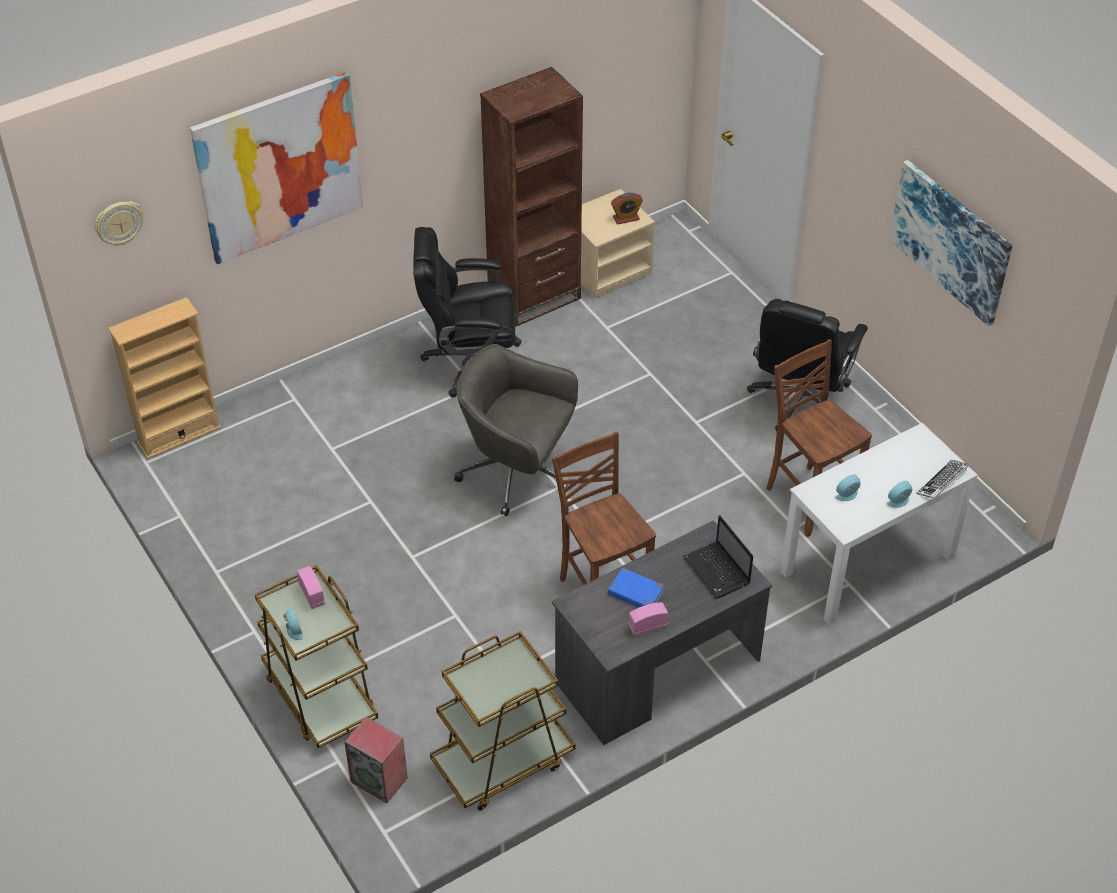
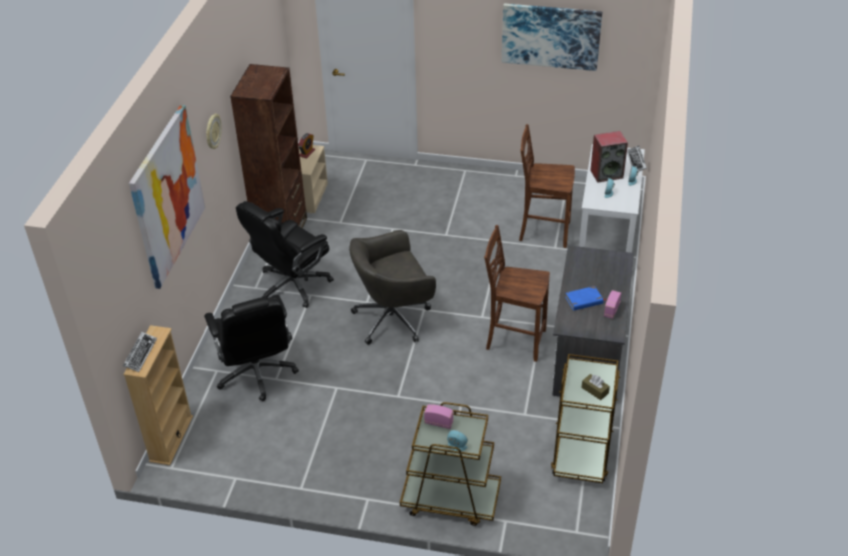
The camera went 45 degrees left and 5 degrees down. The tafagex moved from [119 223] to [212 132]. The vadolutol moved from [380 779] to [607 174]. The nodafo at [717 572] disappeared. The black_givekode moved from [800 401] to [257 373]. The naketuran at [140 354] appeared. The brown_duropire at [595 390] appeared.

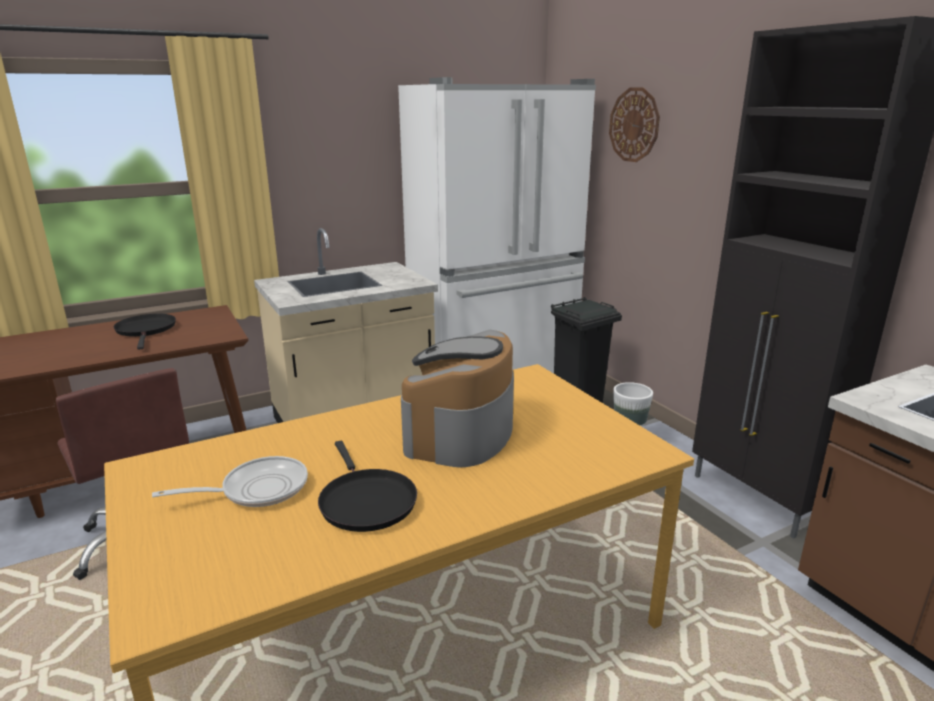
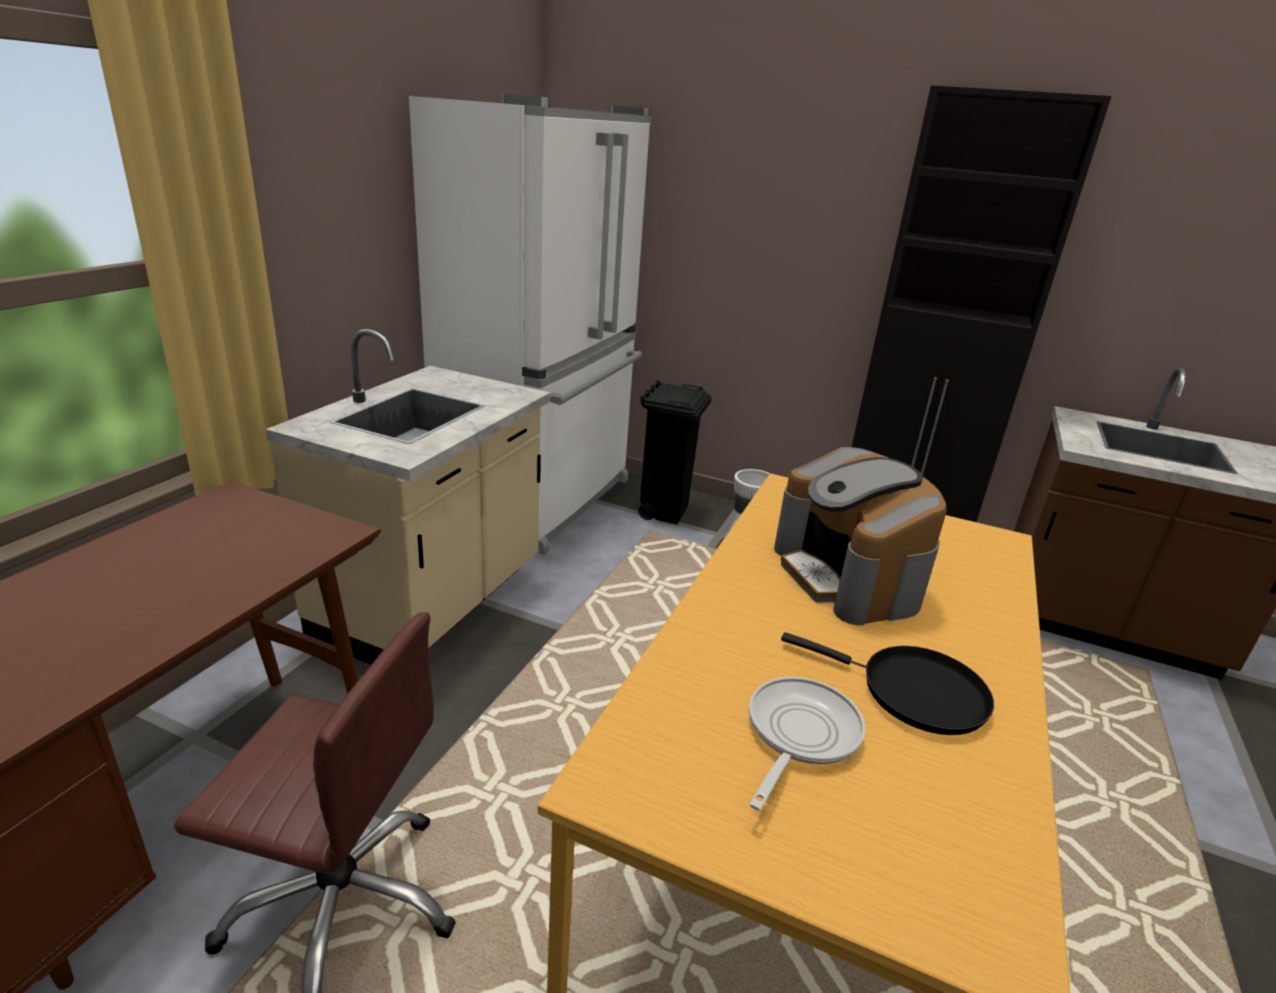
The camera went 40 degrees left and 5 degrees up. The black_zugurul at [146 330] disappeared. The tafagex at [634 125] disappeared.

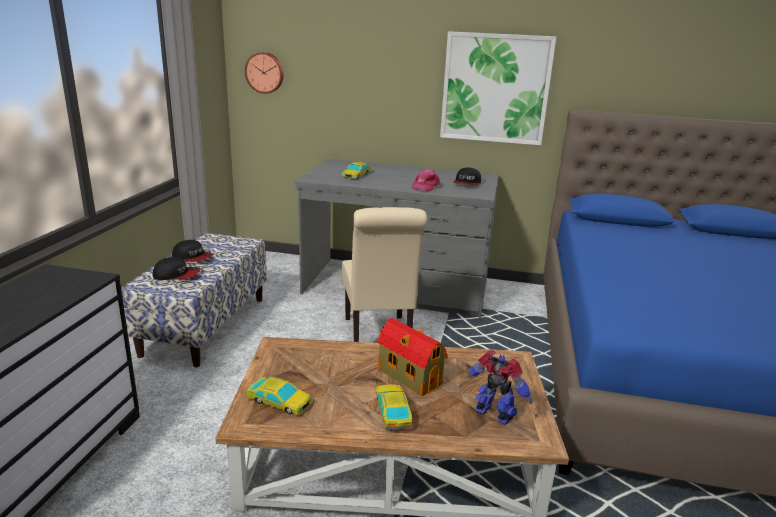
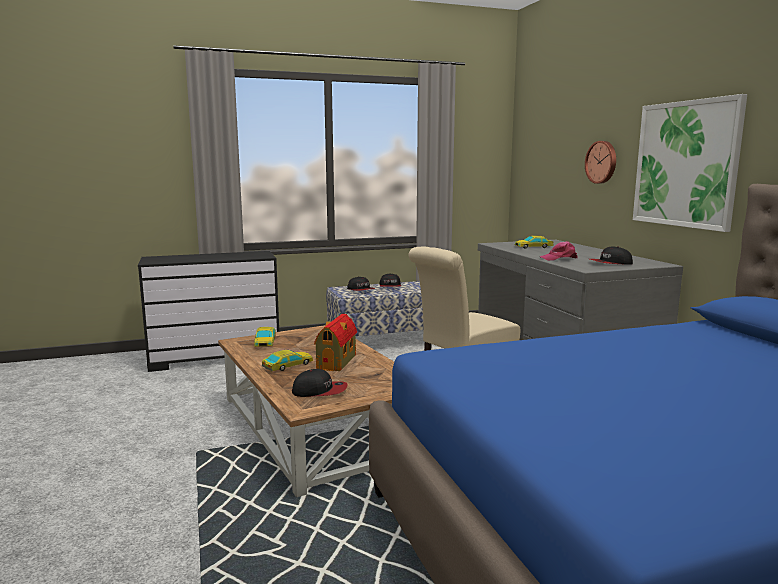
The camera went 60 degrees right and 10 degrees down. The tafagex moved from [265 72] to [602 162]. The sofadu at [494 414] was replaced by the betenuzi at [320 391].

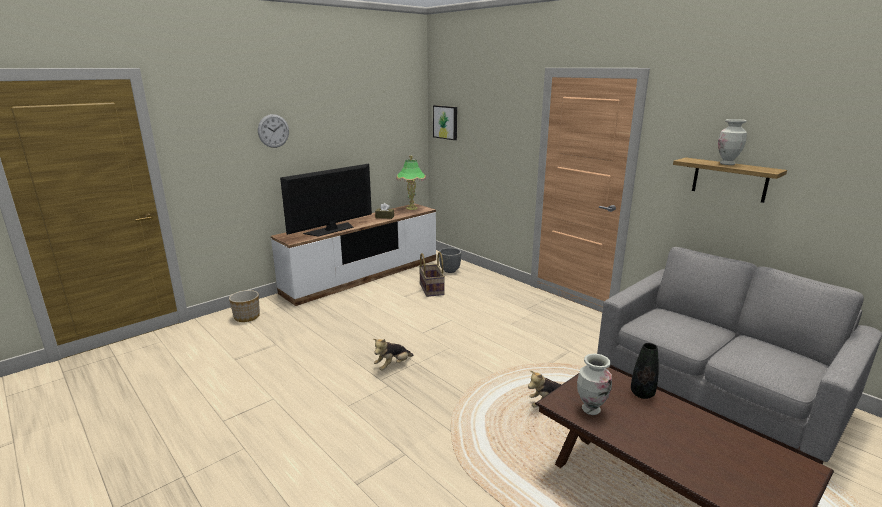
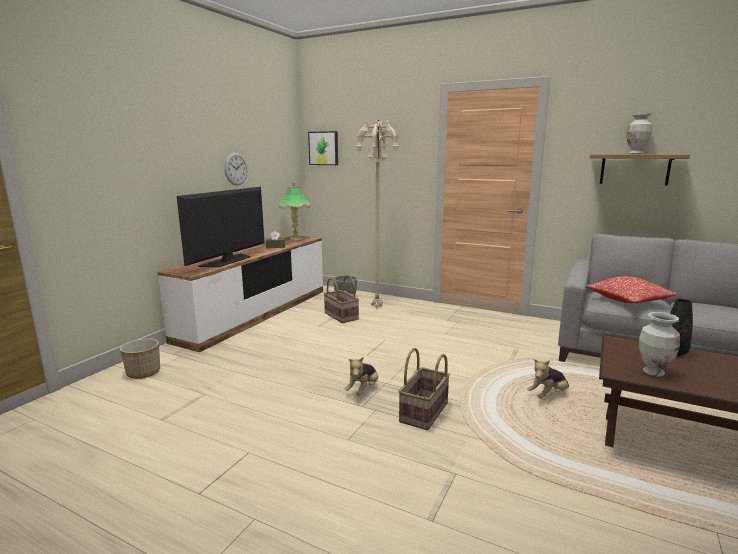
The camera went 20 degrees left and 5 degrees down. The tafagex moved from [273 131] to [236 169]. The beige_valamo at [378 307] appeared. The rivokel at [425 412] appeared. The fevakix at [628 300] appeared.

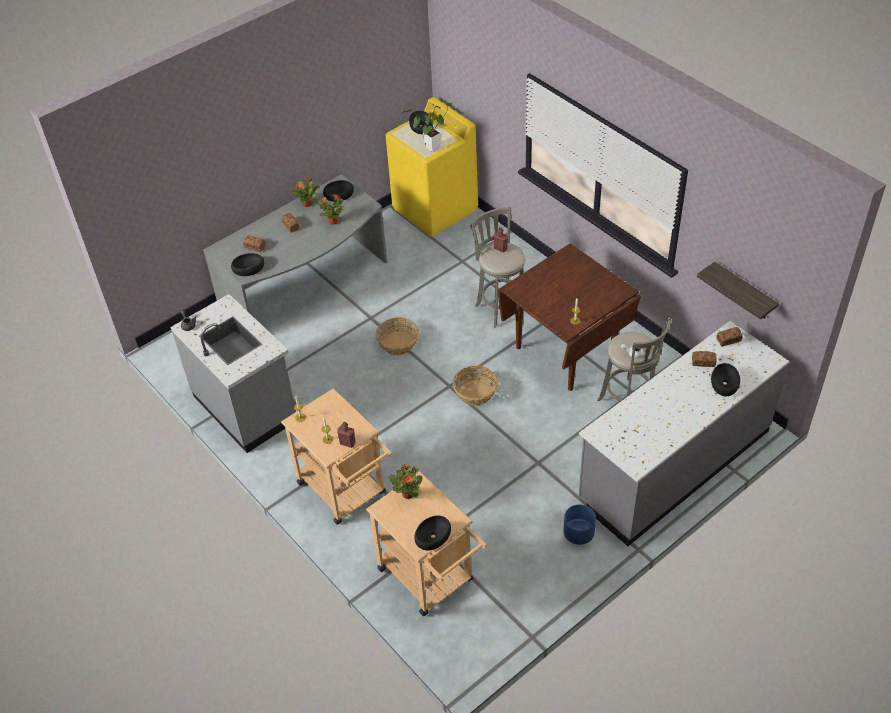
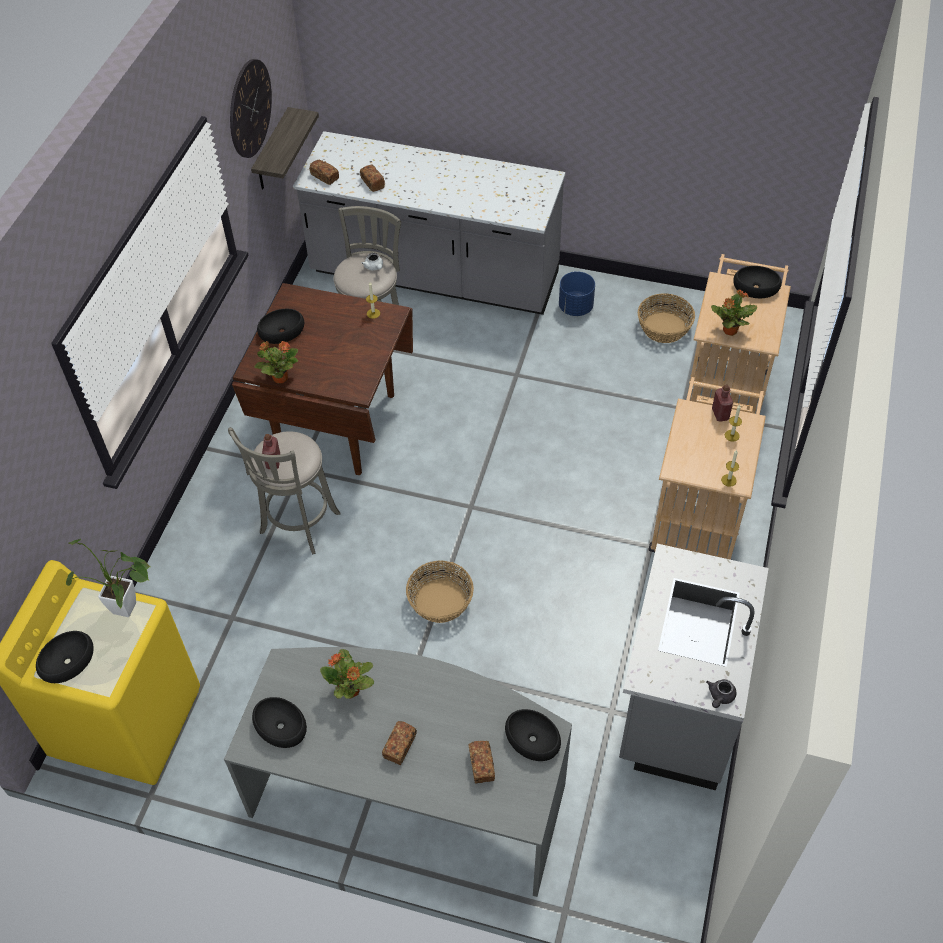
The camera went 125 degrees left and 5 degrees up. The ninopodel moved from [307 204] to [279 378]. The rivokel moved from [475 392] to [663 328]. The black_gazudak moved from [725 383] to [282 331]. The tafagex at [250 108] appeared.

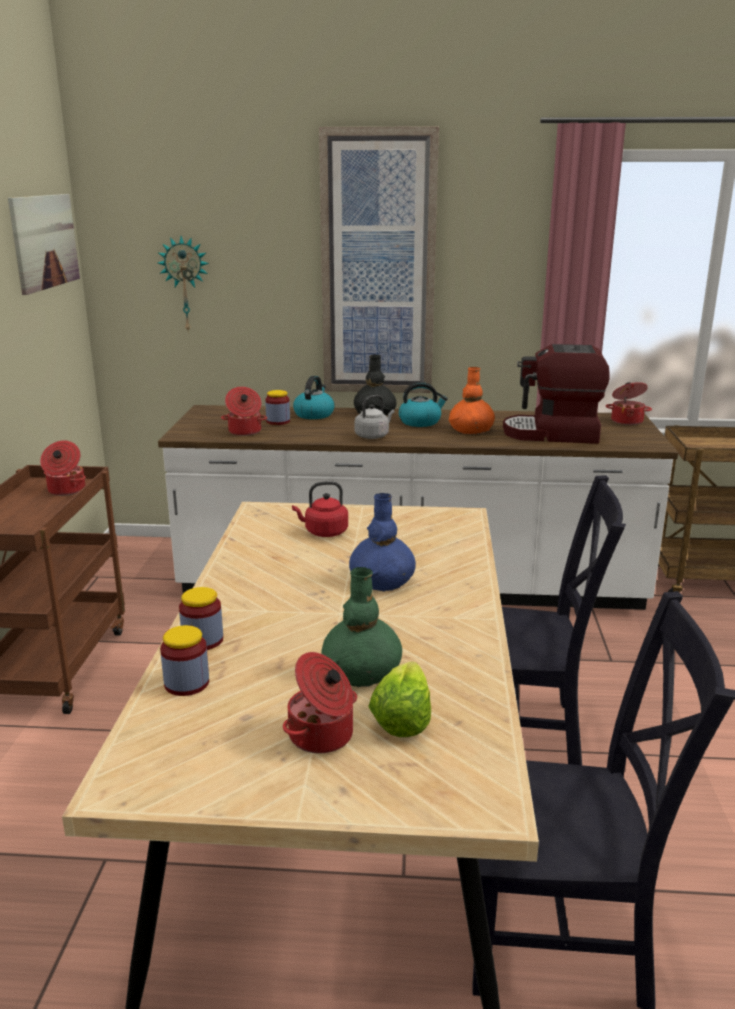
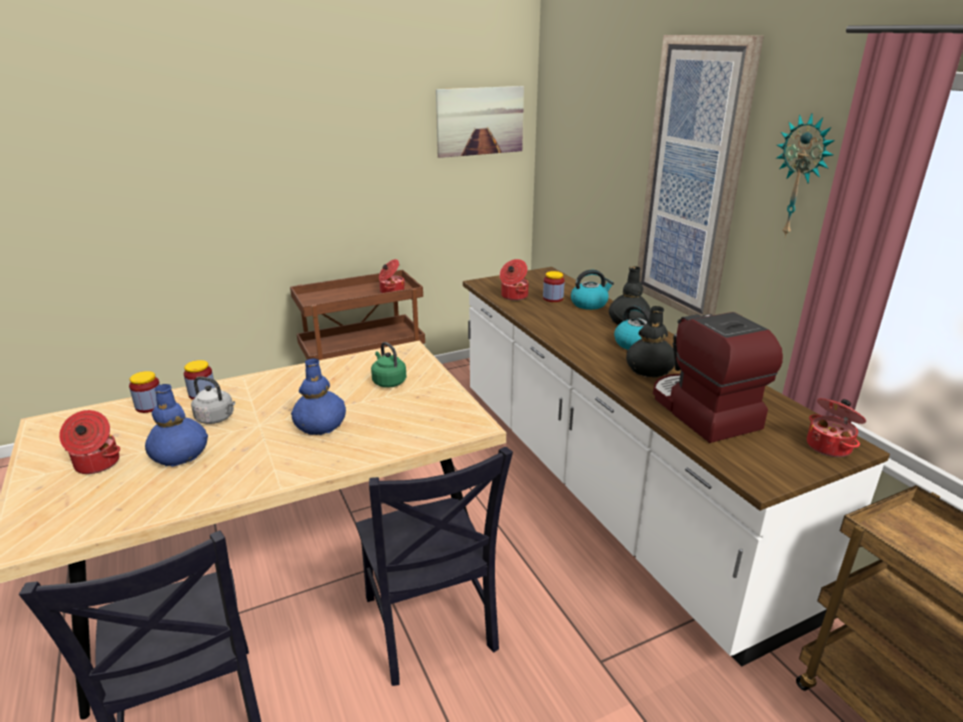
The camera went 60 degrees right and 5 degrees up. The tafagex moved from [185 284] to [801 177]. The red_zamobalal at [324 532] became the green_zamobalal at [388 381]. The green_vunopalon at [362 671] became the blue_vunopalon at [179 455]. The grey_zamobalal moved from [373 436] to [217 418]. The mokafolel at [402 718] disappeared. The orange_vunopalon at [471 430] became the black_vunopalon at [649 370].

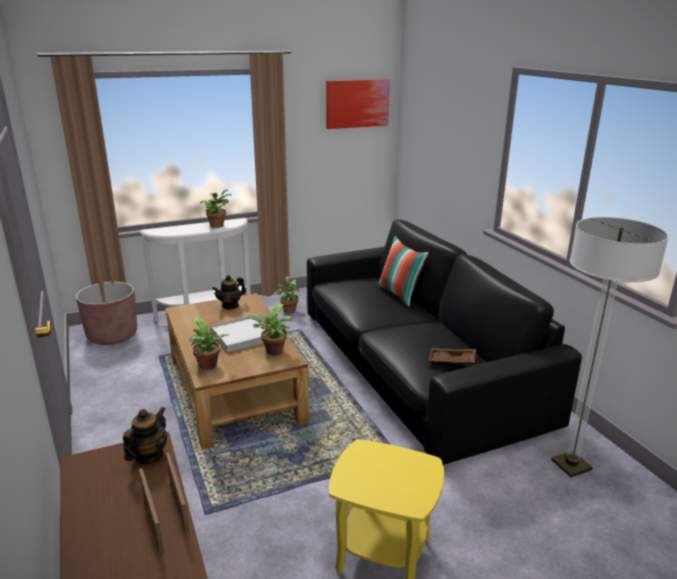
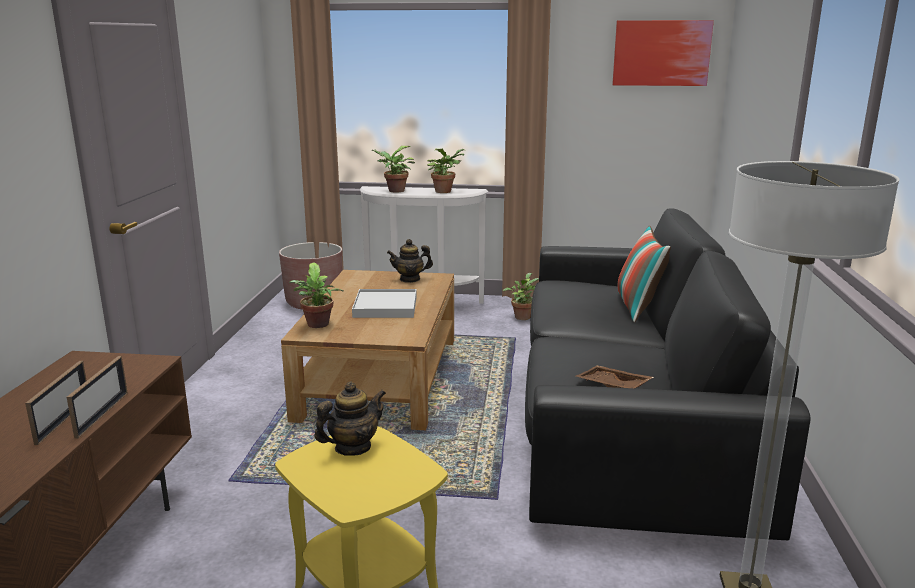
The camera went 30 degrees right and 5 degrees down. The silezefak moved from [148 455] to [352 448]. The ninopodel moved from [272 352] to [394 191].

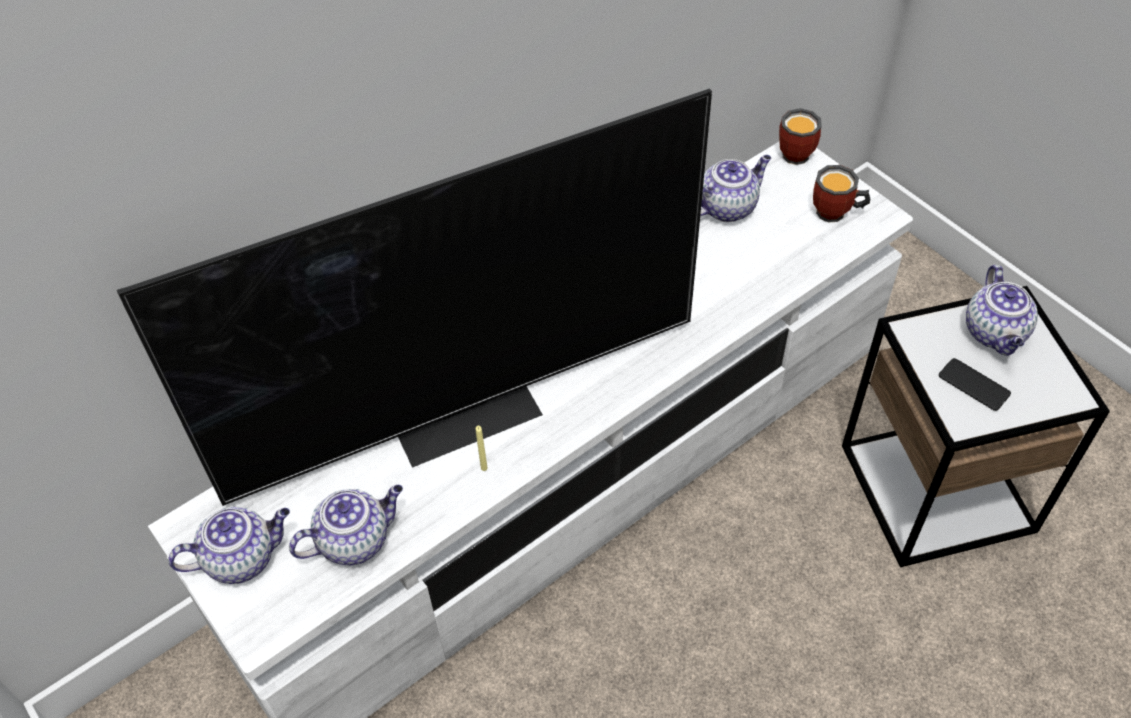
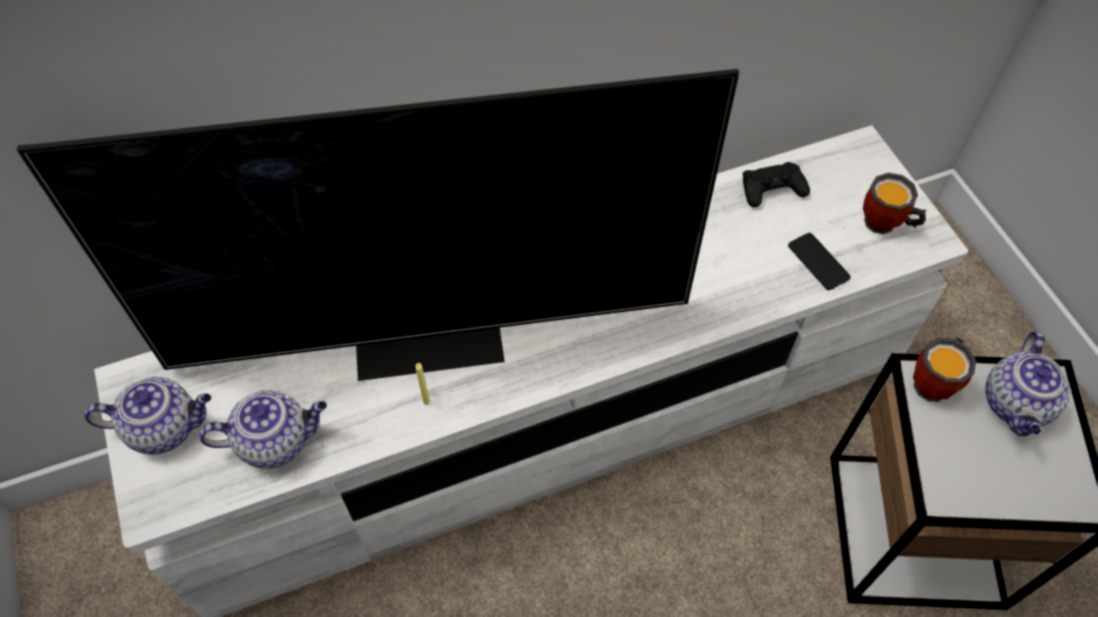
The camera went 15 degrees right and 5 degrees up. The silezefak at [727 207] was replaced by the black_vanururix at [772 189]. The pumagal moved from [799 152] to [936 383]. The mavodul moved from [974 385] to [818 261].

